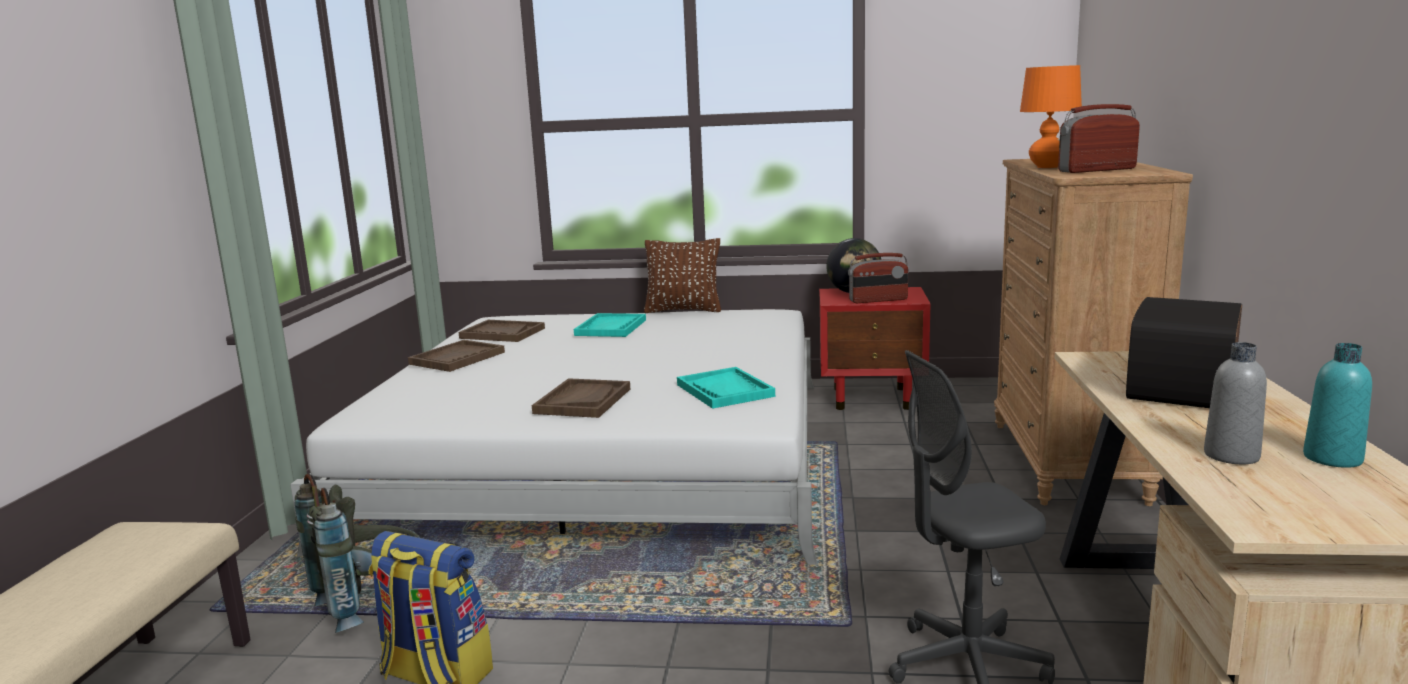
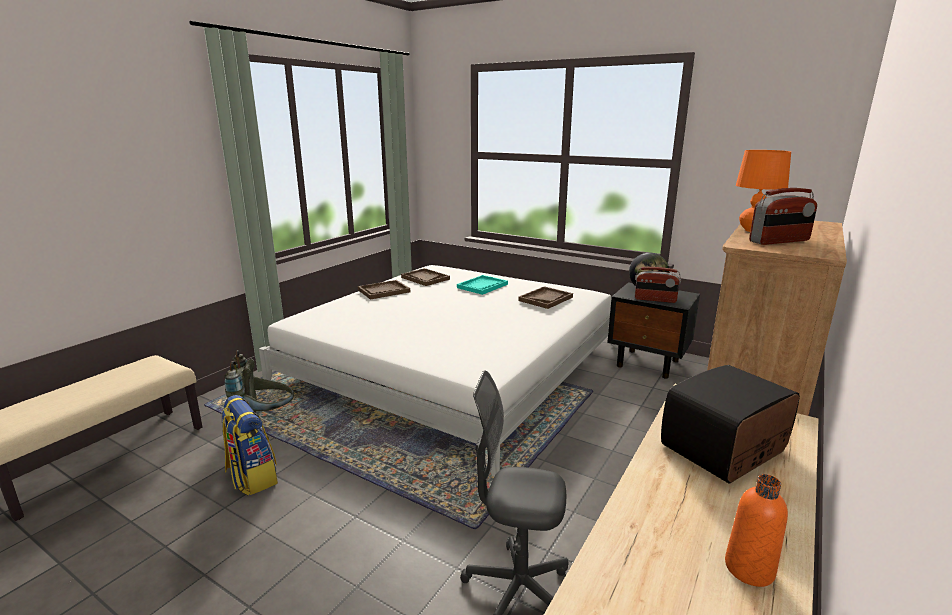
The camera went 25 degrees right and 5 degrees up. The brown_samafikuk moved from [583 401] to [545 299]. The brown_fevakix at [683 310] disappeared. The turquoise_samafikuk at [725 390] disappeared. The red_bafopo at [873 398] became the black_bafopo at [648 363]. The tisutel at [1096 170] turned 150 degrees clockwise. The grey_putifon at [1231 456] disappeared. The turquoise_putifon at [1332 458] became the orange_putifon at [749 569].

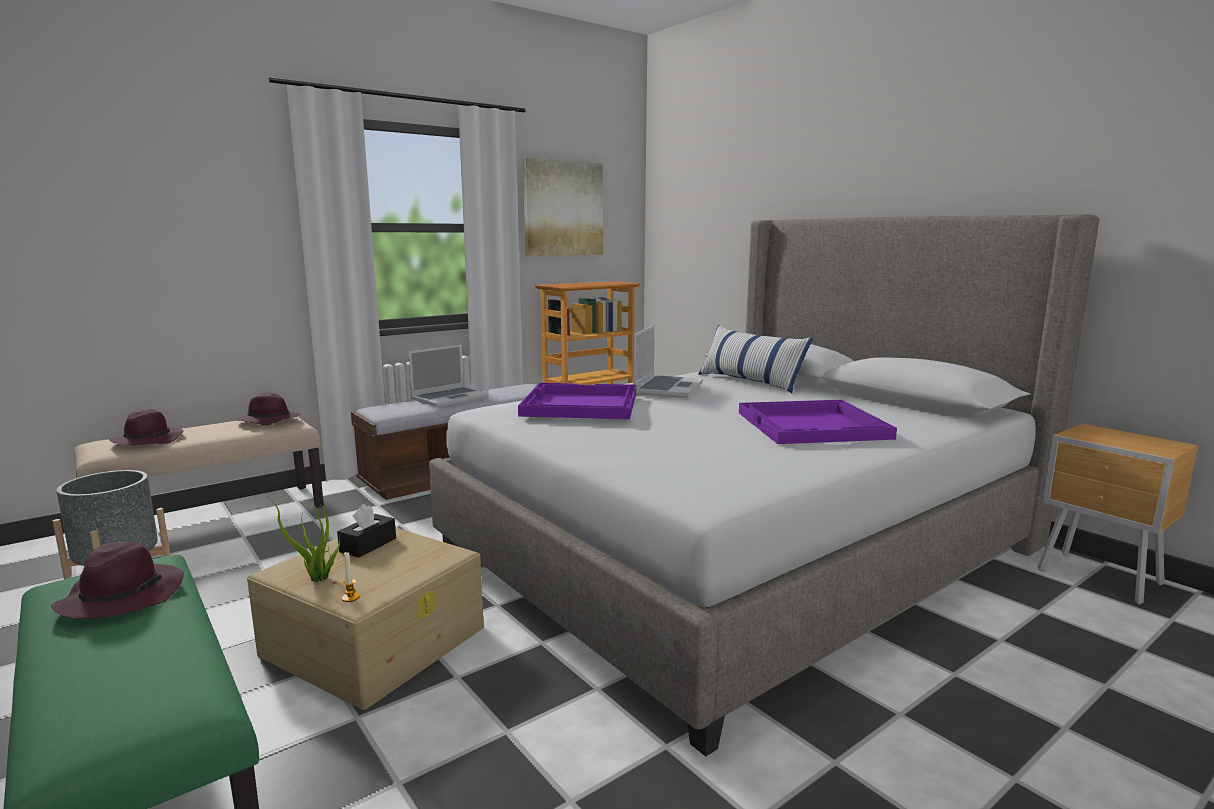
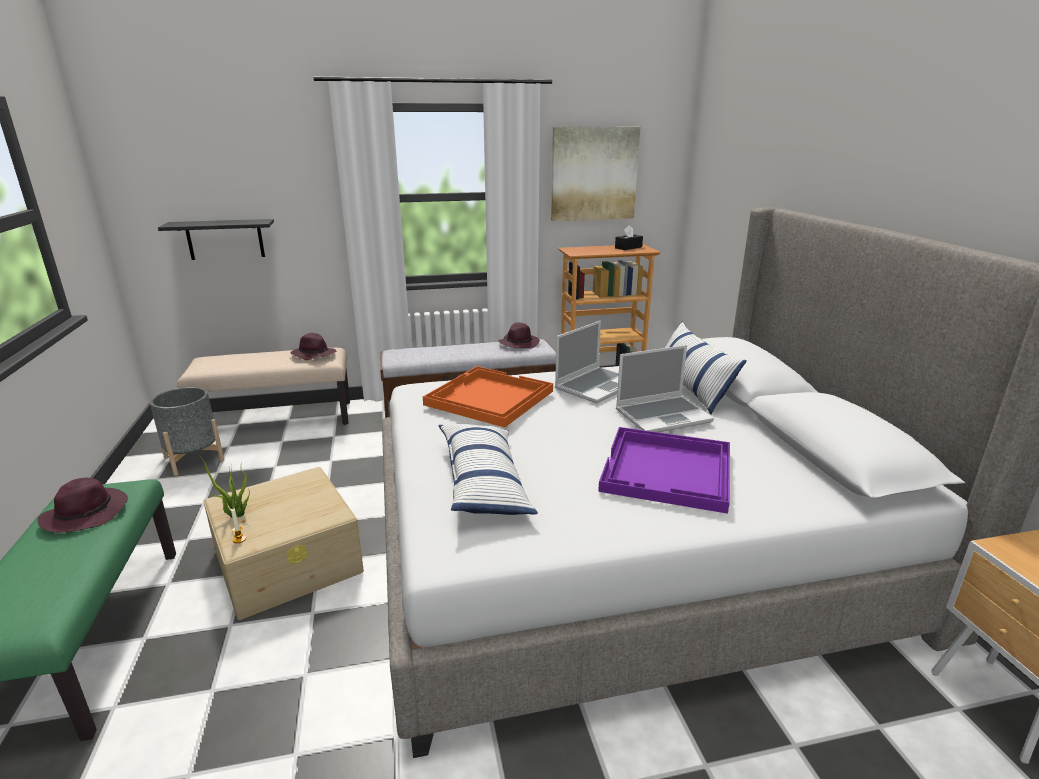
The camera went 25 degrees right and 10 degrees up. The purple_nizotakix moved from [148 440] to [519 343]. The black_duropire moved from [368 545] to [628 247]. The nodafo moved from [450 398] to [663 416]. The purple_samafikuk at [579 404] became the orange_samafikuk at [488 398]. The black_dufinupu at [225 239] appeared. The fevakix at [483 482] appeared.

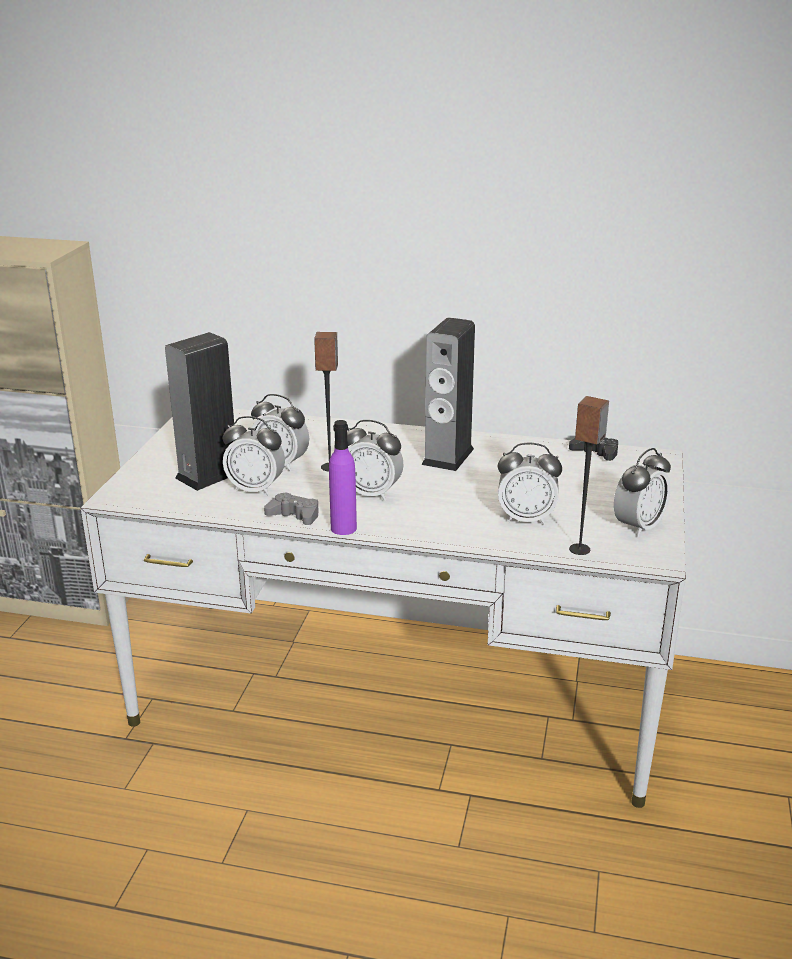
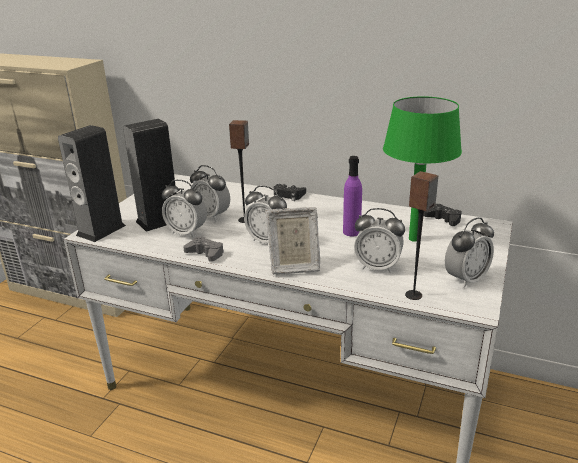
The camera went 10 degrees right and 0 degrees up. The purple_putifon moved from [343 528] to [351 232]. The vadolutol moved from [448 456] to [101 230]. The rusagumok at [293 266] appeared. The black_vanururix at [288 195] appeared. The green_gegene at [414 239] appeared.

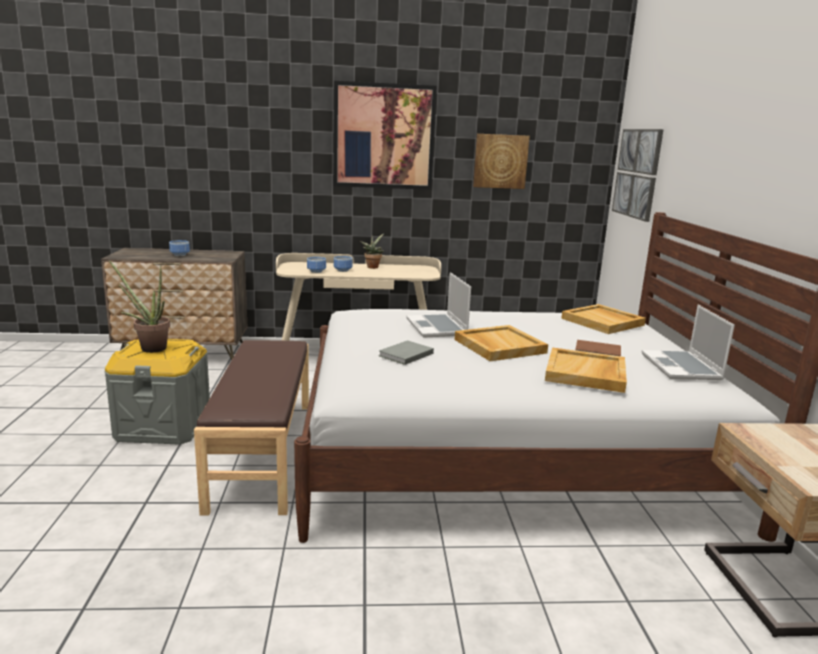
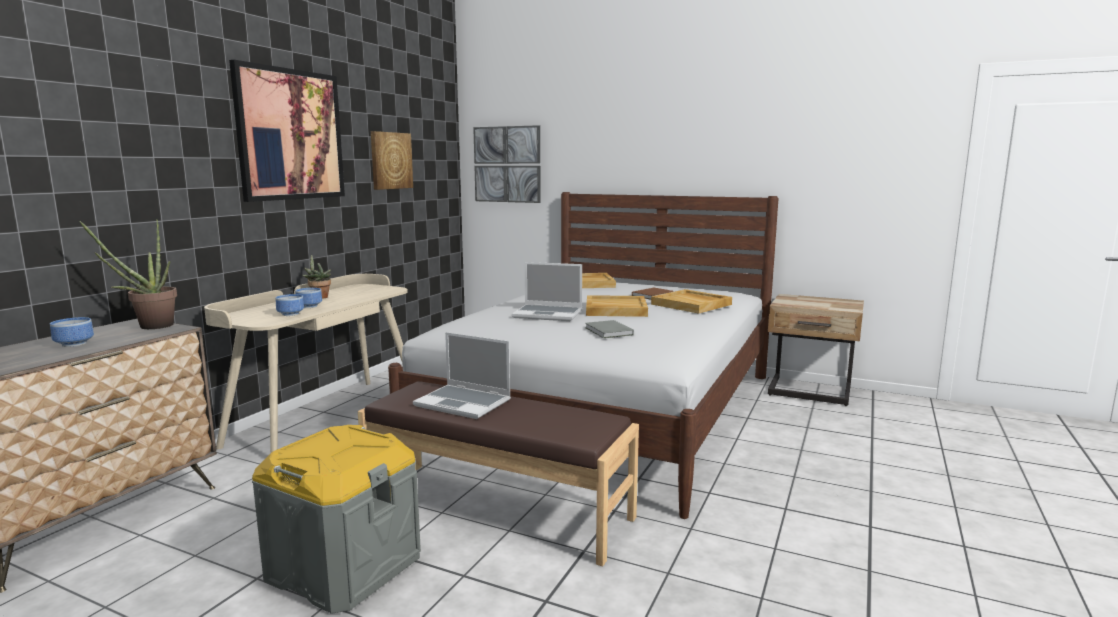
The camera went 60 degrees left and 5 degrees down. The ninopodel moved from [149 348] to [149 327]. The nodafo moved from [682 367] to [464 403].

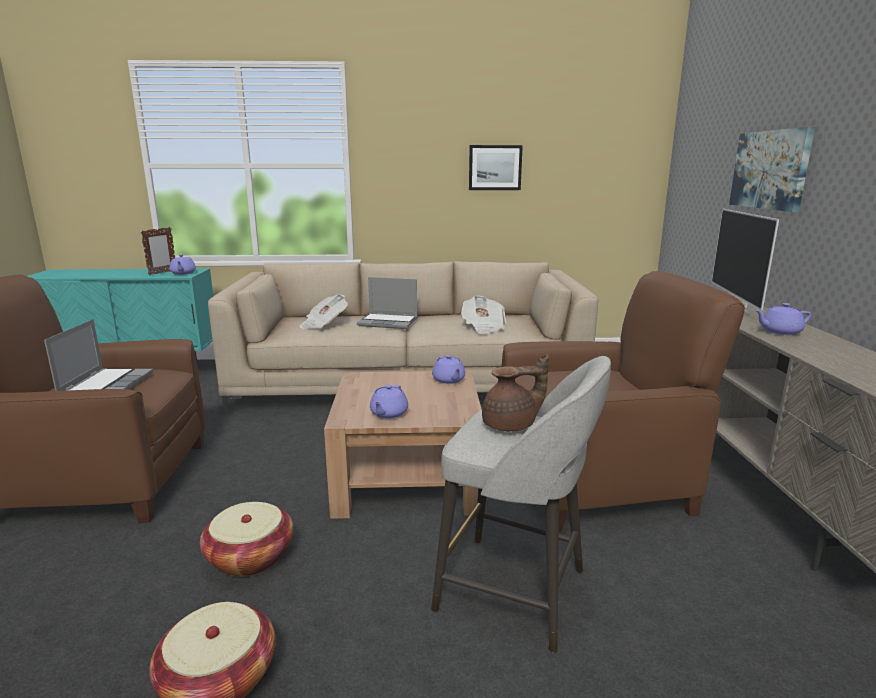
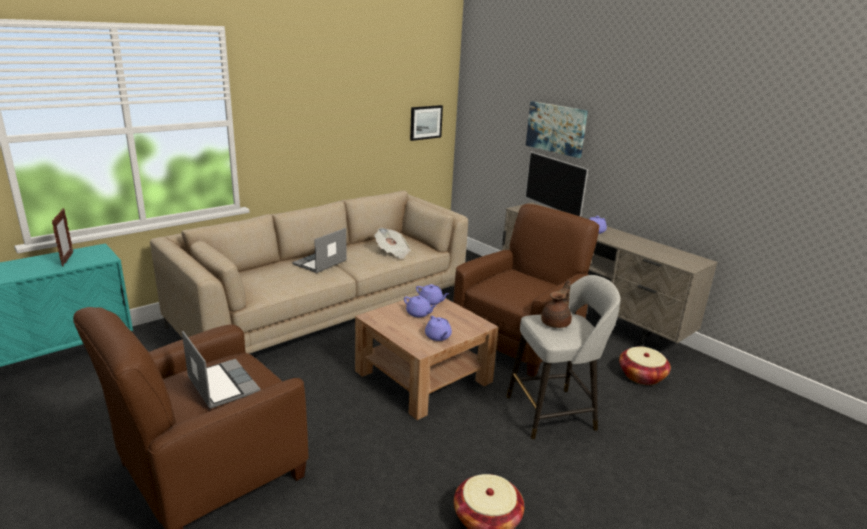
The camera went 40 degrees left and 5 degrees up. The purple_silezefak moved from [183 273] to [419 313]. The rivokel moved from [250 557] to [641 376]. The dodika at [324 325] disappeared. The nodafo at [389 322] turned 150 degrees clockwise. The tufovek moved from [495 167] to [425 122].

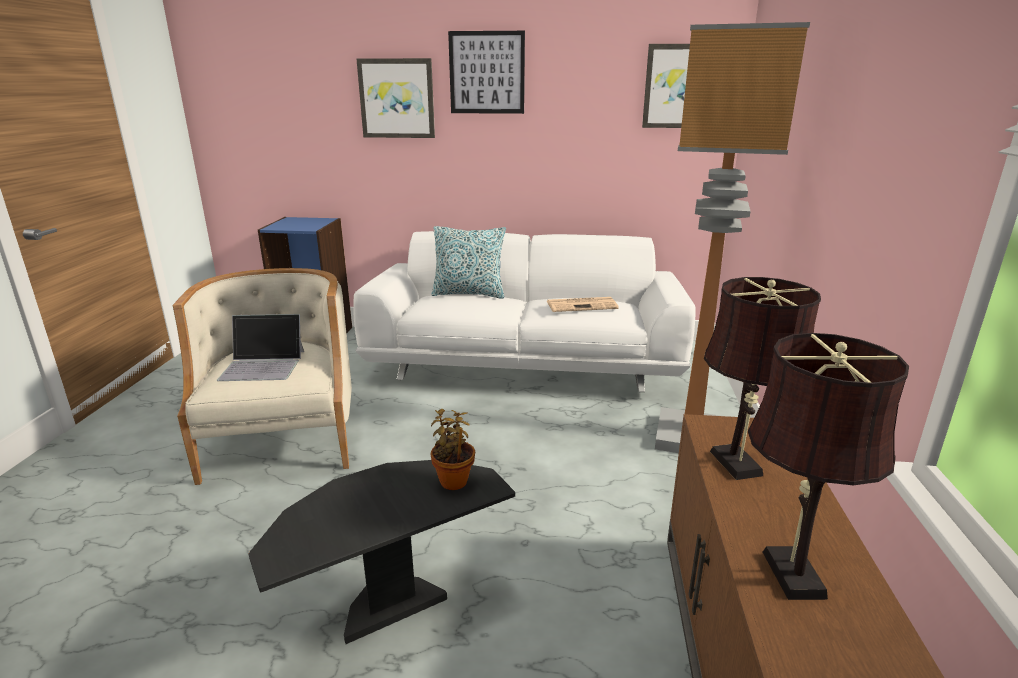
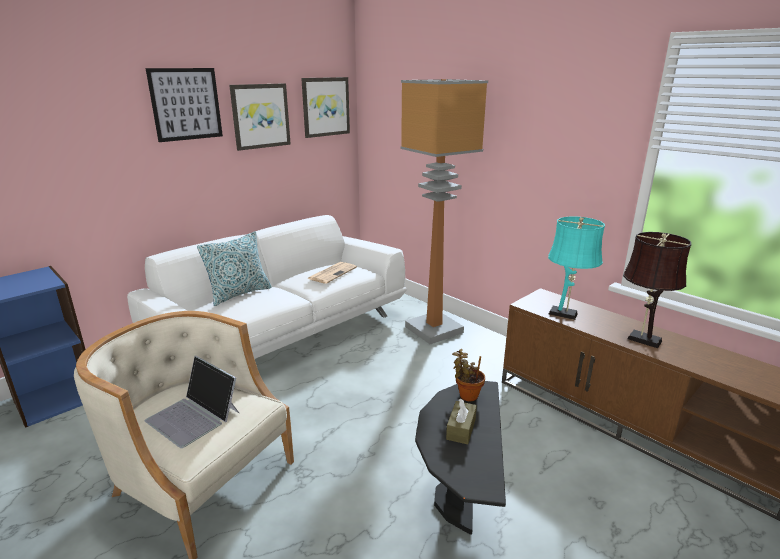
The camera went 50 degrees left and 0 degrees up. The nodafo at [263 365] turned 90 degrees clockwise. The tufovek moved from [397 98] to [260 116]. The brown_gegene at [738 466] became the turquoise_gegene at [566 314]. The brown_duropire at [461 429] appeared.

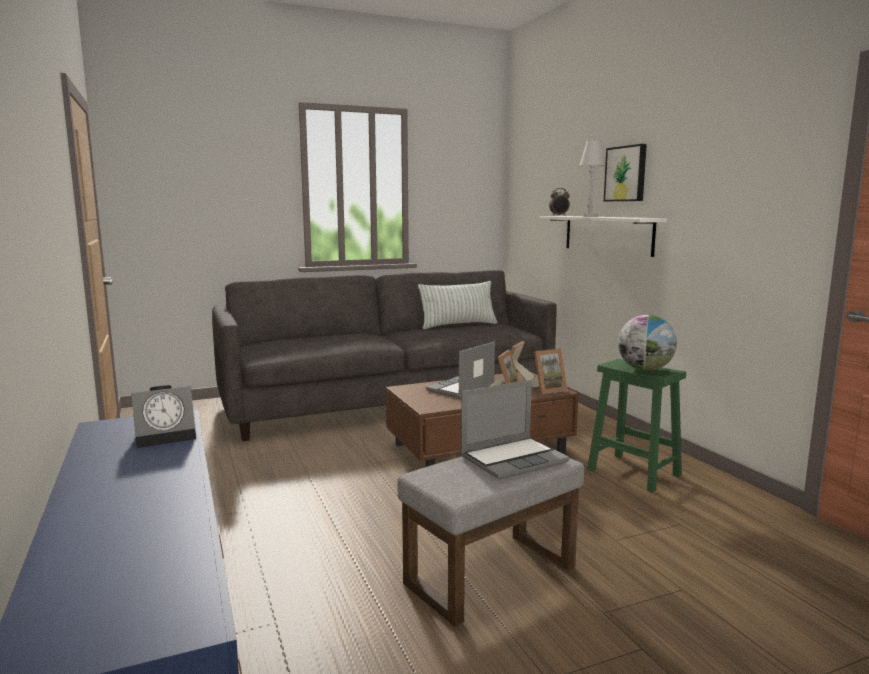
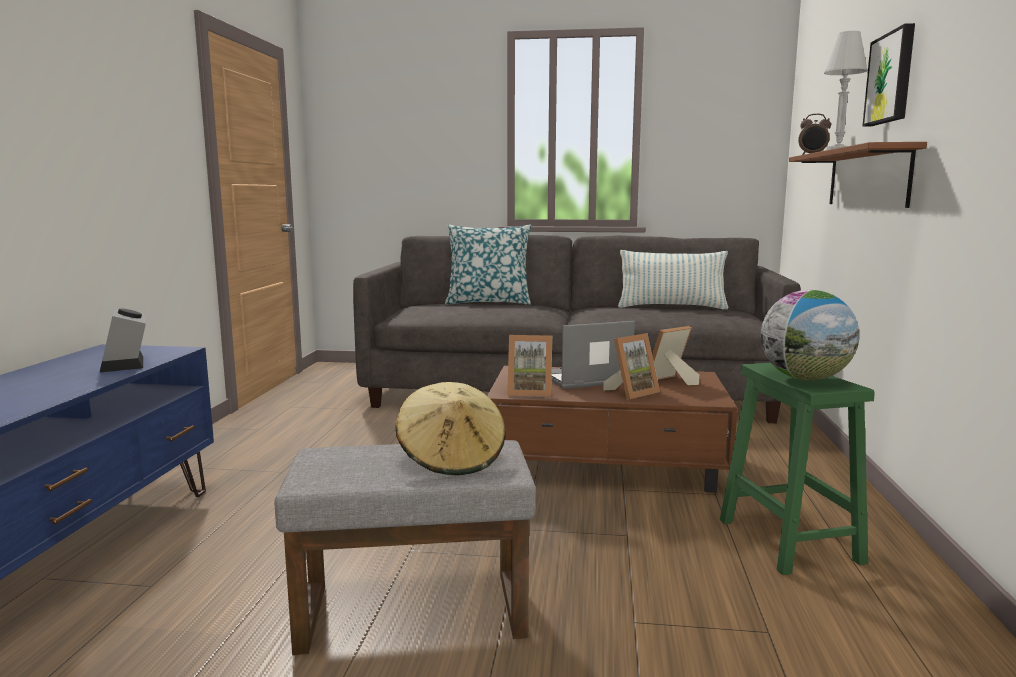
The camera went 30 degrees right and 0 degrees up. The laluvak at [167 436] turned 60 degrees clockwise. The nodafo at [514 459] was replaced by the beige_nizotakix at [452 459]. The rusagumok moved from [547 390] to [529 392]. The white_dufinupu at [607 234] became the brown_dufinupu at [867 178]. The fevakix at [488 302] appeared.

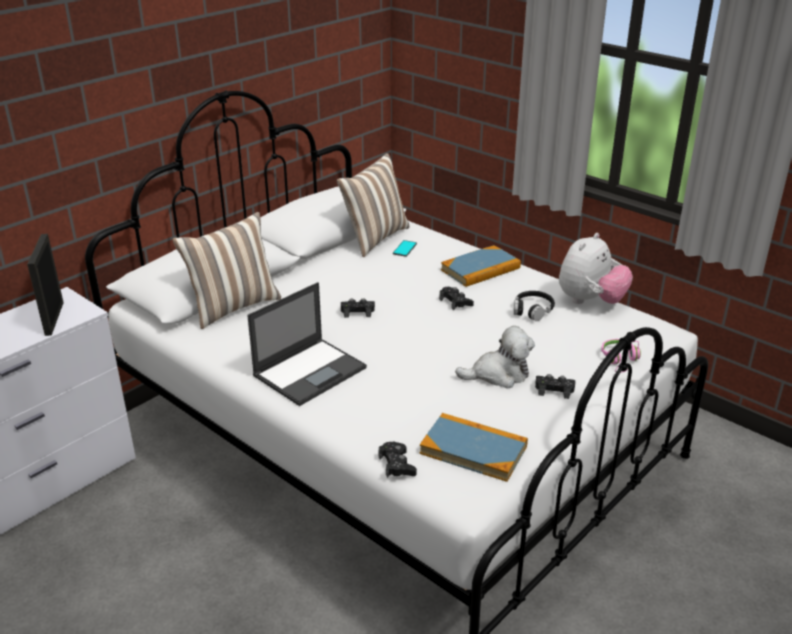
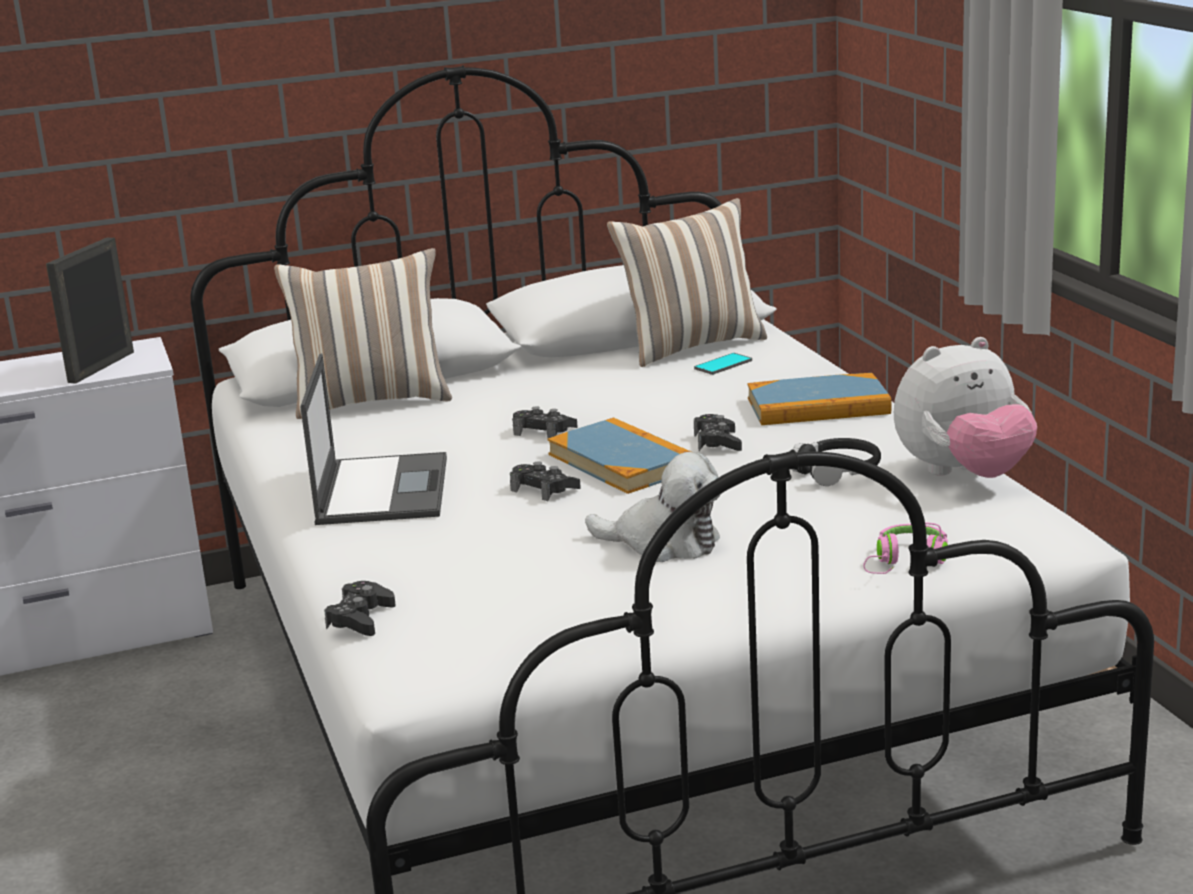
The camera went 30 degrees right and 10 degrees down. The nodafo at [310 371] turned 75 degrees counterclockwise. The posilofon moved from [473 450] to [622 462]. The black_vanururix moved from [554 389] to [544 489].

